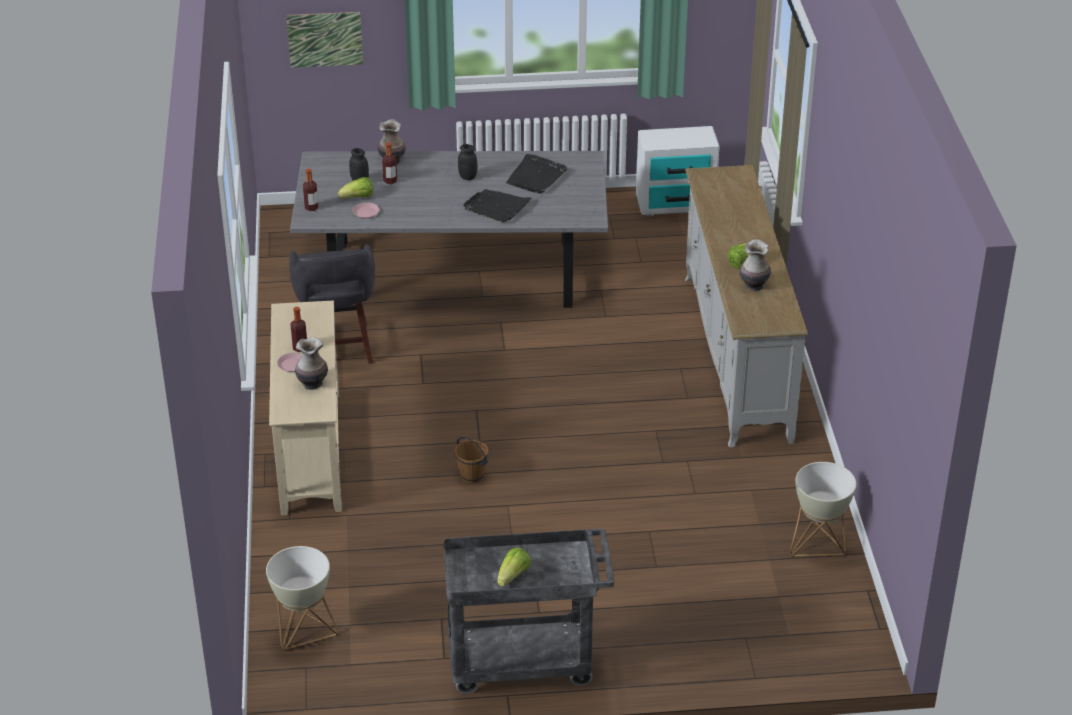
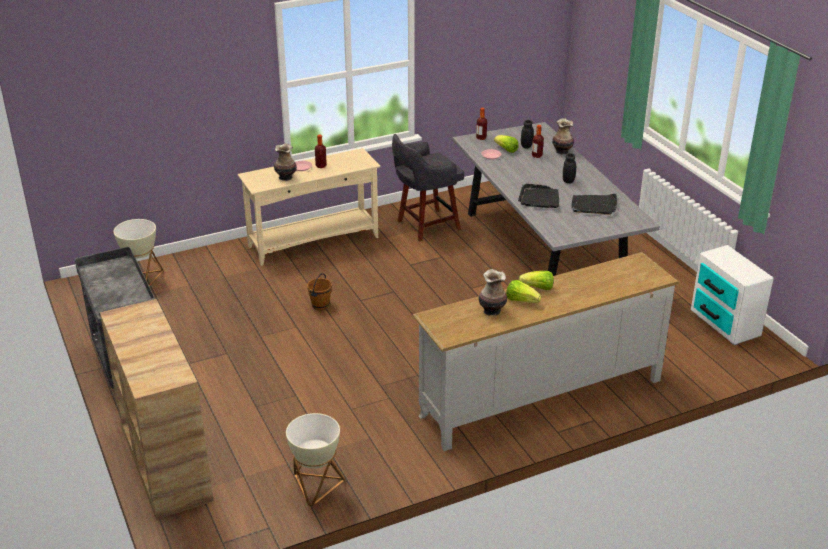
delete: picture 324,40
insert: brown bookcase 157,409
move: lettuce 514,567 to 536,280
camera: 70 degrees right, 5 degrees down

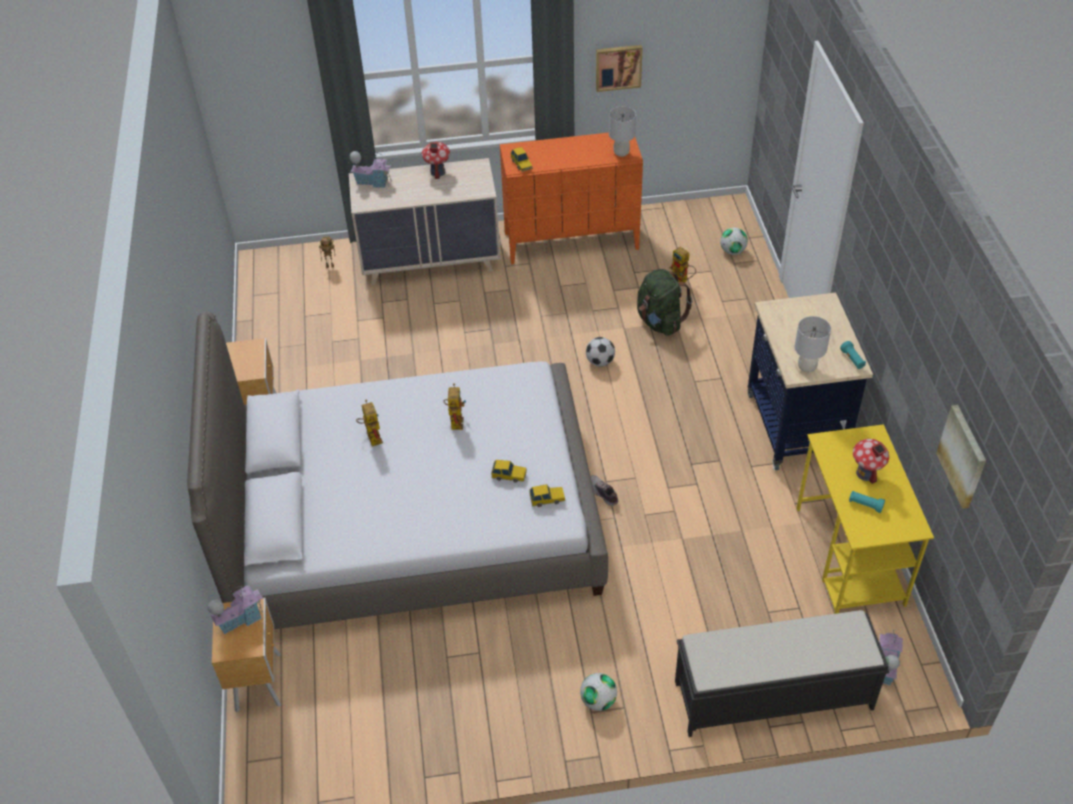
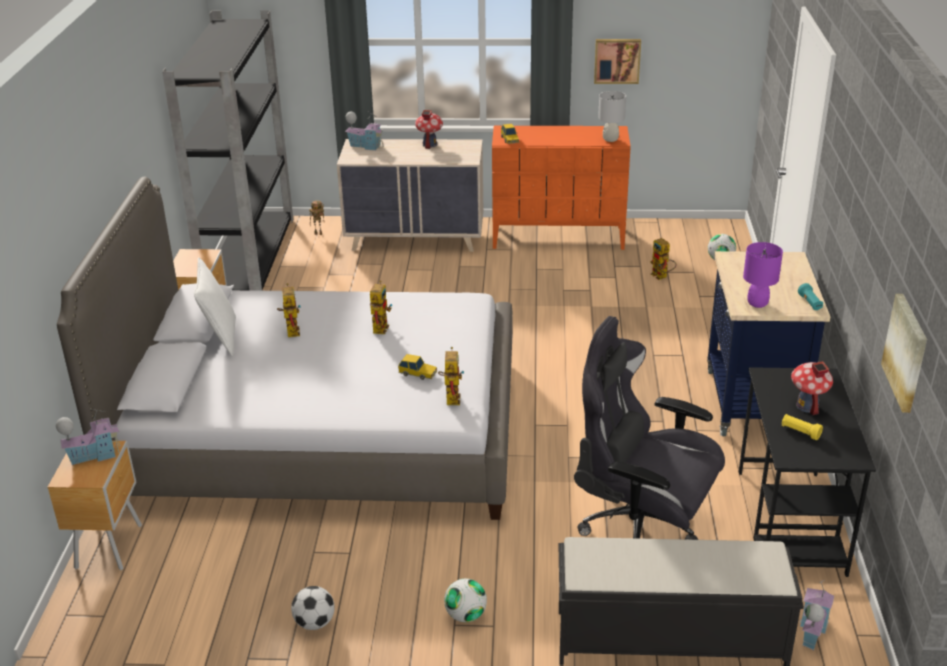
delete: low shoe 604,490; greenish backpack 665,302
insert: blackish bookcase 227,151; white cushion 215,307; blackish desk chair 649,428
move: football ball 600,352 to 313,608
replace: model car 547,495 to toy robot 451,376
recolor: greyish table lamp 813,344 to purplish table lamp 763,275; yellowish desk unit 865,519 to blackish desk unit 807,472; blue-green flashlight 867,502 to yellowish flashlight 802,427
camera: 10 degrees right, 15 degrees down

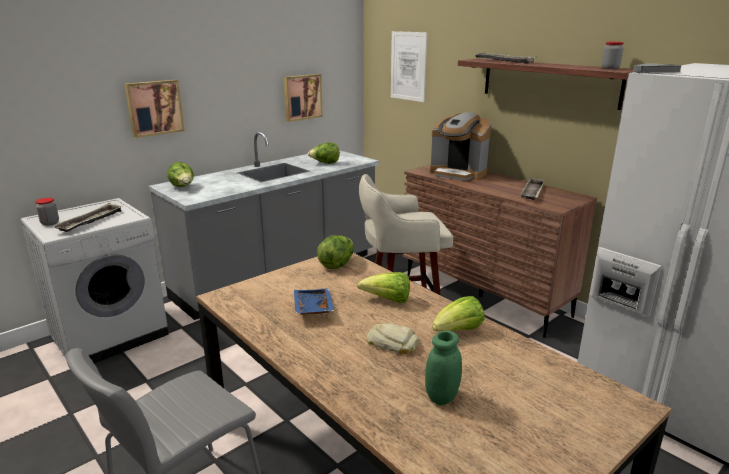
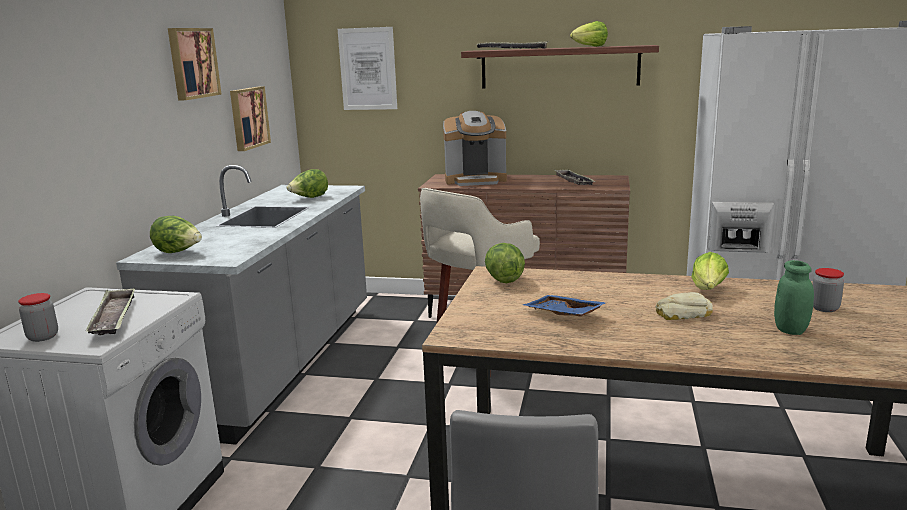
move: picture 154,109 to 195,64; lettuce 383,287 to 589,34; storage jar 613,56 to 828,290
camera: 35 degrees left, 5 degrees down

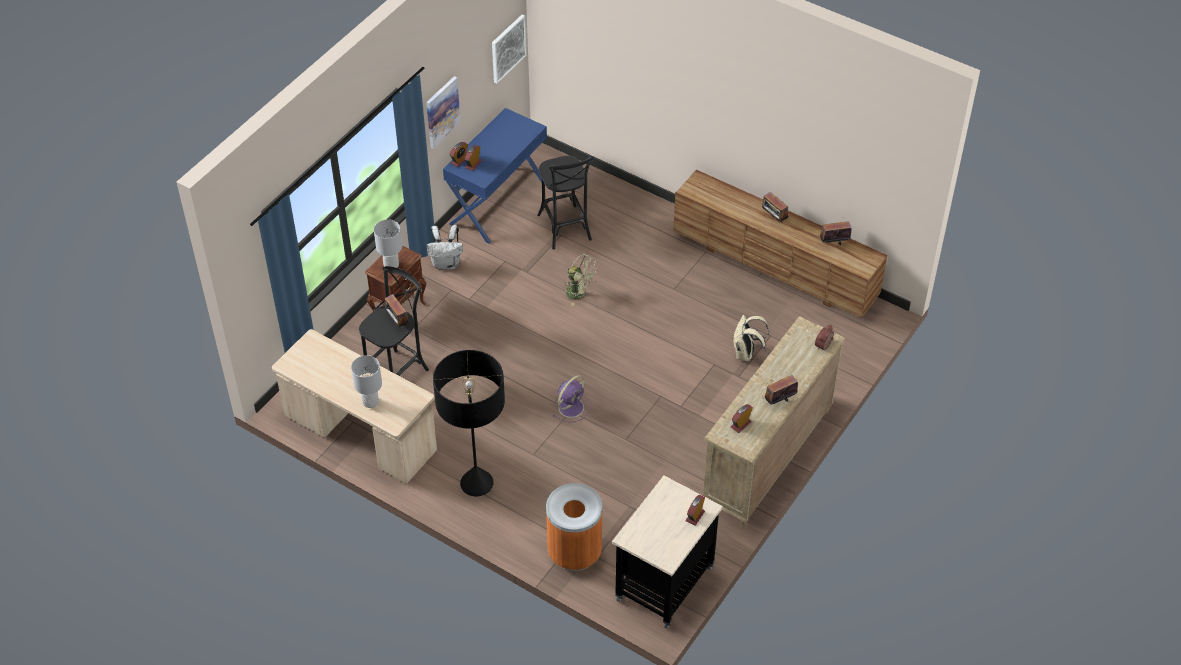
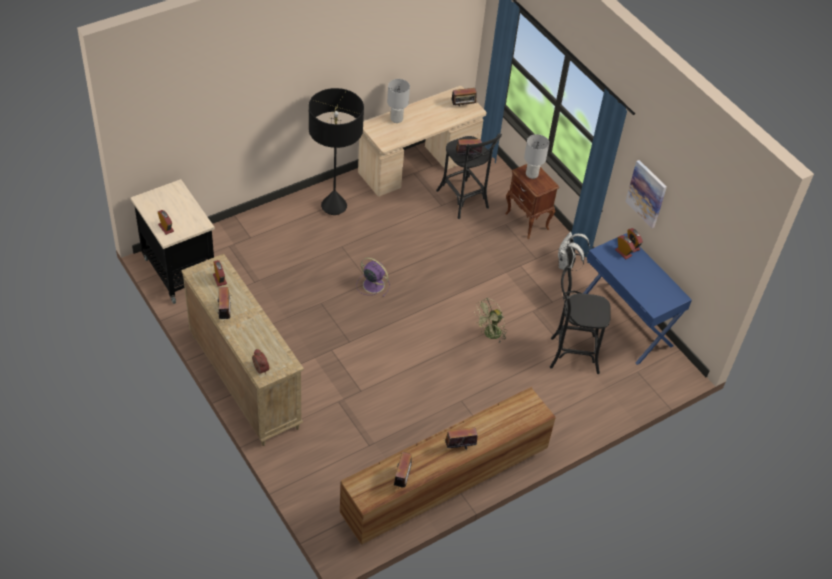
delete: picture 509,49; orange-coloured rubbish bin 574,527; beige-coloured backpack 751,338
insert: radio set 464,99
rotate: purplish fan 572,398 = 373,277 150 degrees clockwise
camera: 110 degrees right, 0 degrees up

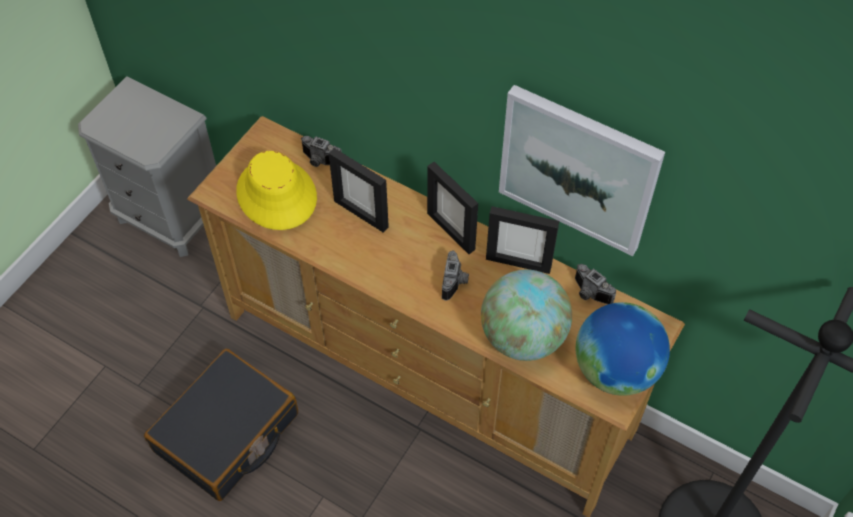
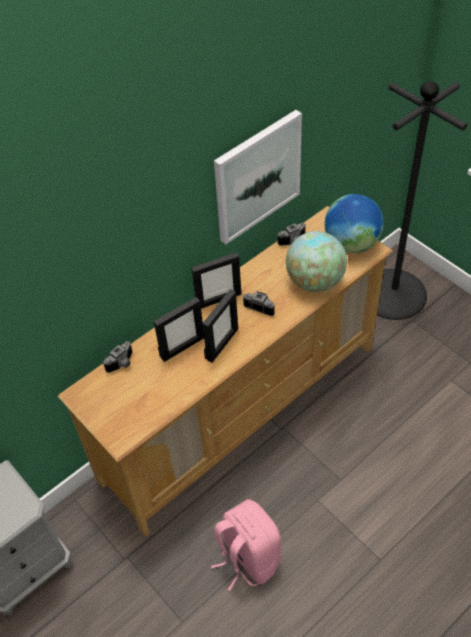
delete: yellowish clothing hat 276,190
move: standing frame 522,240 to 220,326
replace: blackish suitcase 221,425 to pinkish backpack 246,545
camera: 70 degrees left, 5 degrees down

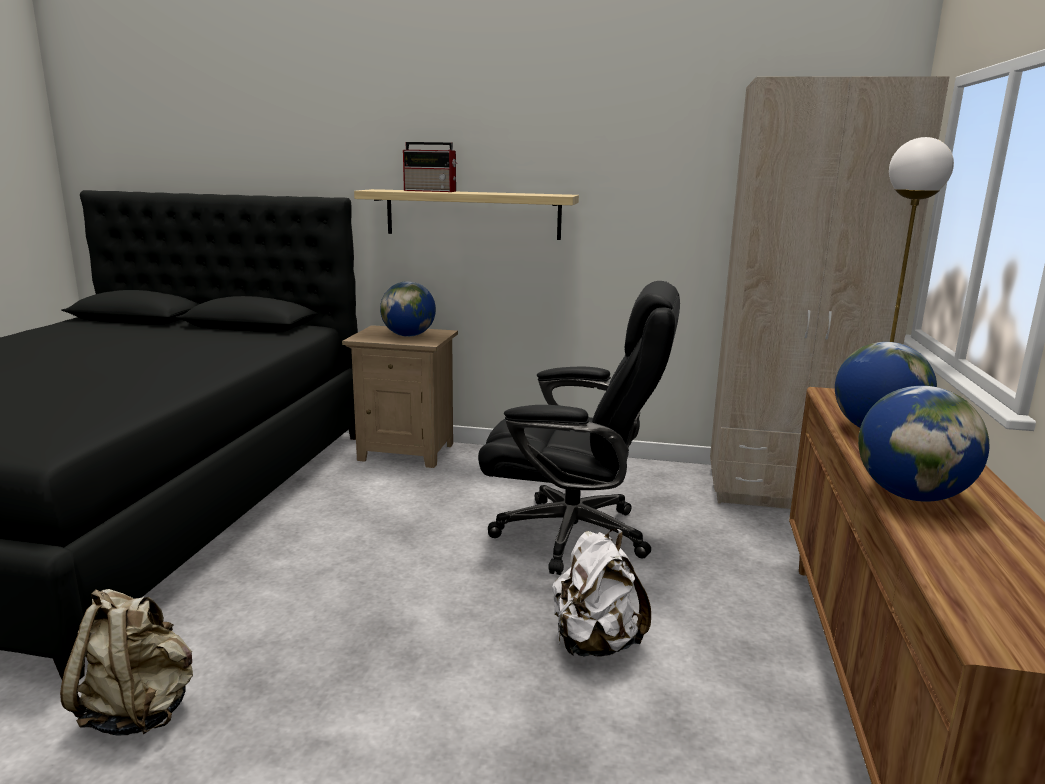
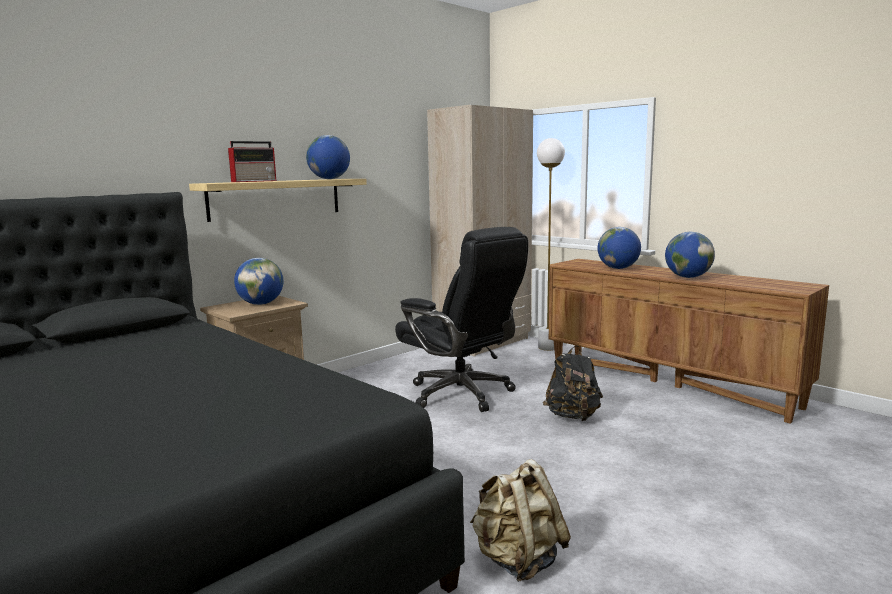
insert: globe 328,157
recolor: white backpack 601,593 to blackish backpack 573,383
rotate: blackish desk chair 579,428 = 461,319 90 degrees clockwise
camera: 55 degrees left, 5 degrees down

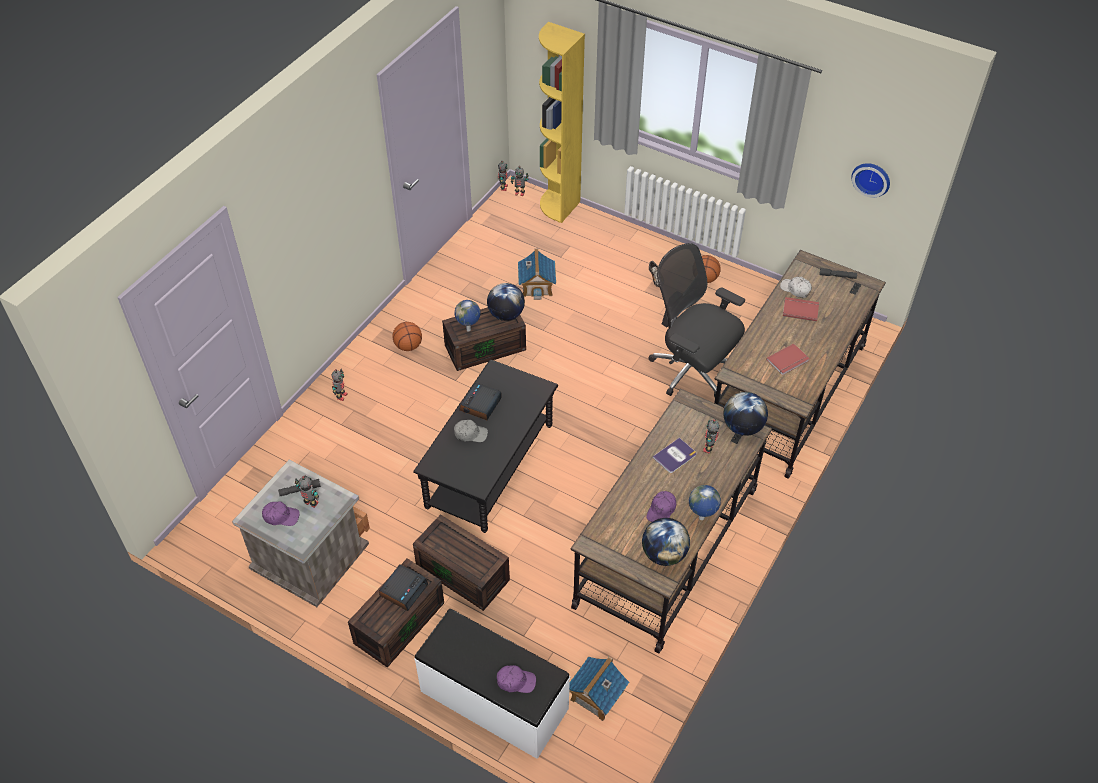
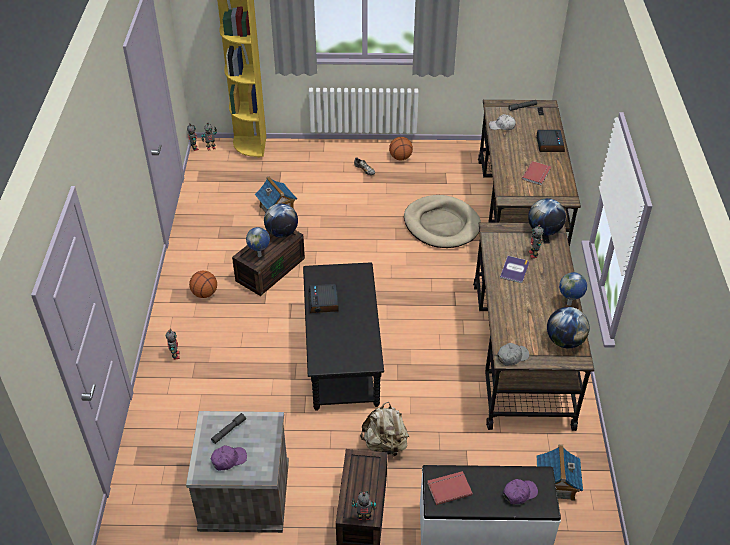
delete: purplish peaked cap 661,506; hanging clock 871,180
move: toy robot 307,492 to 363,505; bedside clock 403,587 to 551,141; greyish peaked cap 471,431 to 513,354; red-coloured volume 801,309 to 450,488
replace: brown storage container 461,562 to beige-coloured backpack 384,429; desk chair 696,320 to beige-coloured dog cushion 442,221
camera: 30 degrees left, 5 degrees down

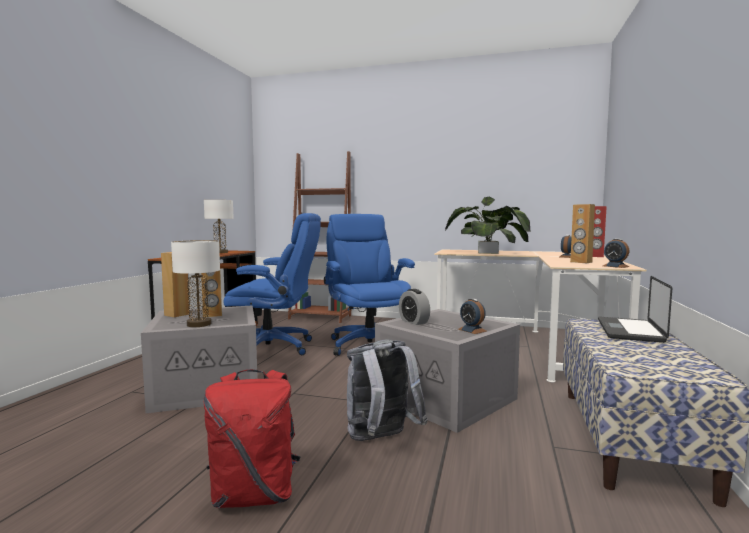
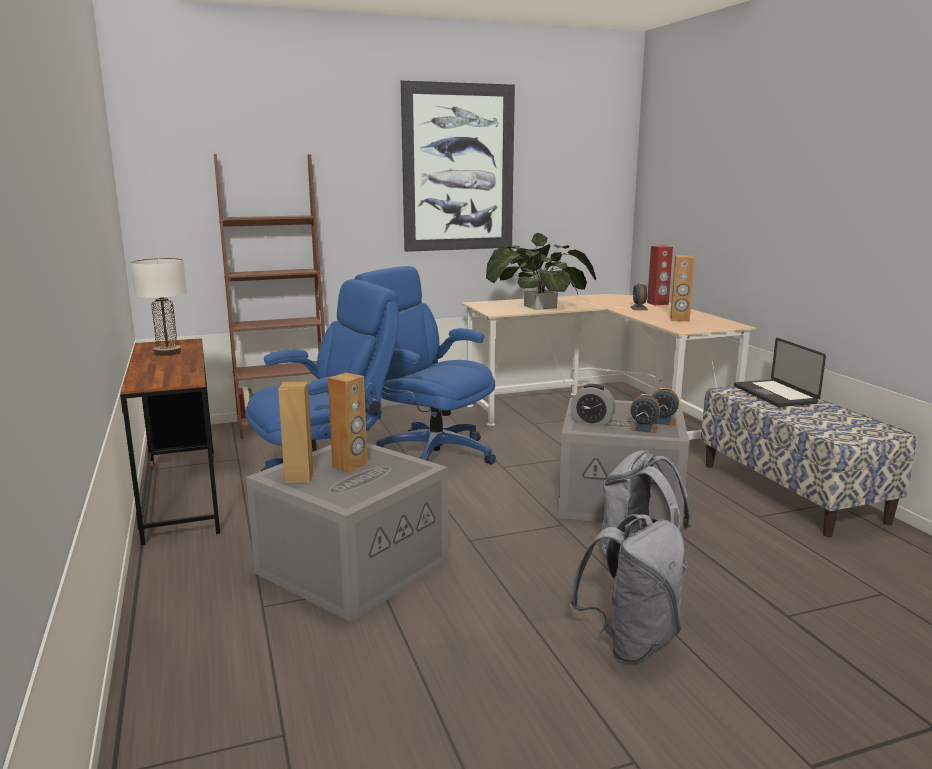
delete: table lamp 195,283
insert: picture 458,166
move: bedside clock 616,253 to 645,413
recolor: red-coloured backpack 252,439 to greyish backpack 628,588
camera: 35 degrees left, 10 degrees up

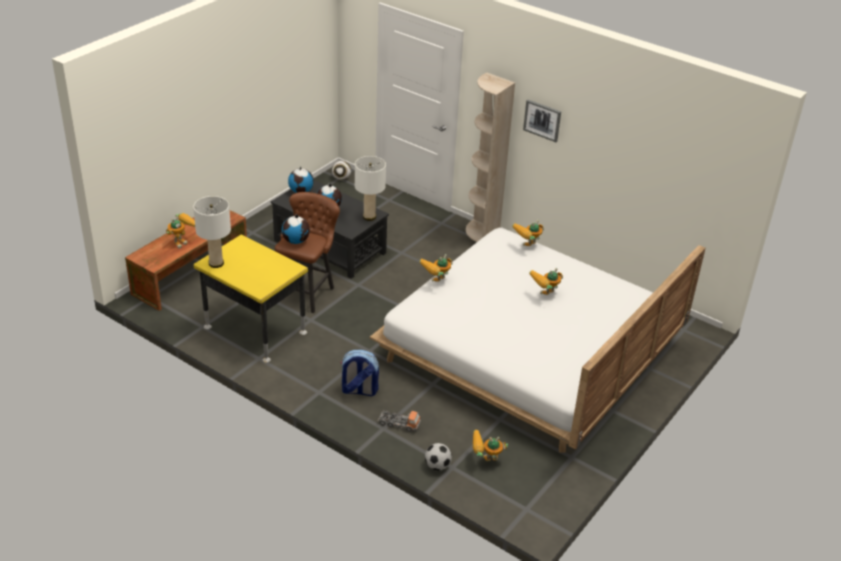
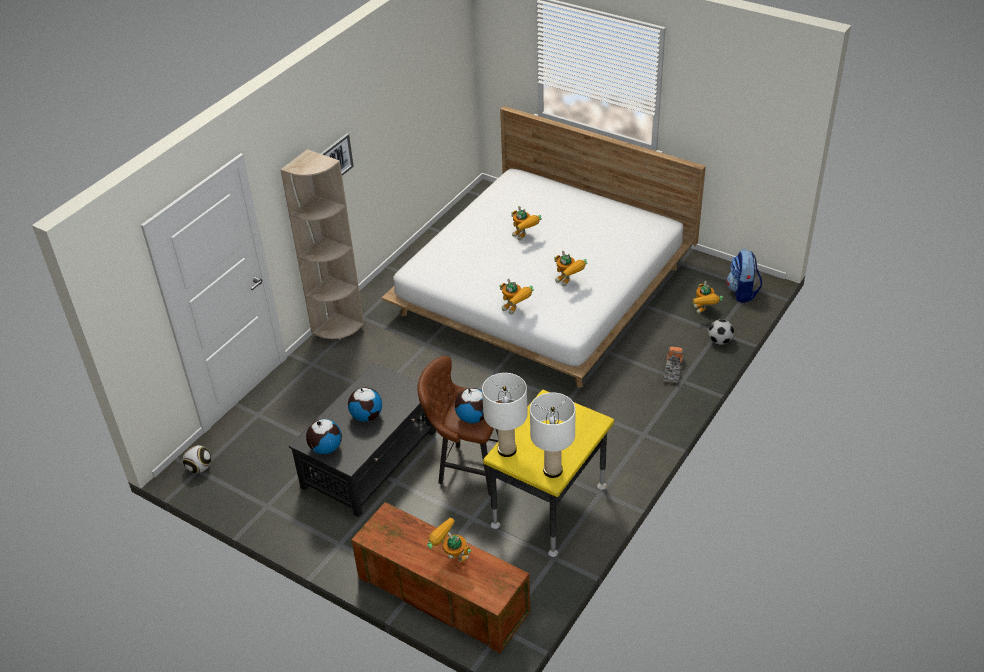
move: backpack 359,372 to 744,276; white table lamp 370,188 to 504,415; toy robot 528,233 to 570,269
camera: 90 degrees left, 5 degrees up

